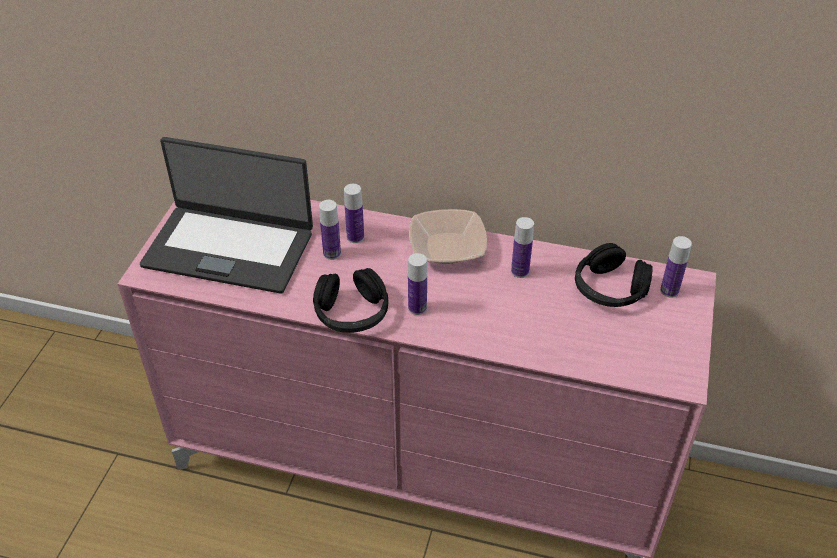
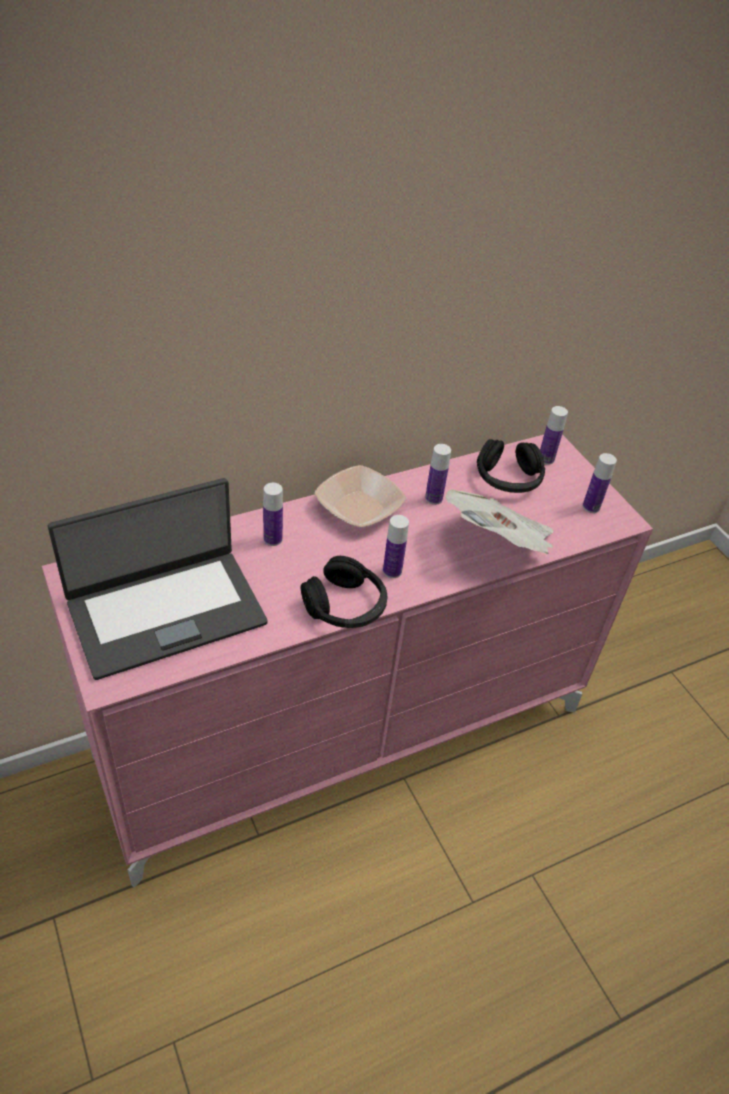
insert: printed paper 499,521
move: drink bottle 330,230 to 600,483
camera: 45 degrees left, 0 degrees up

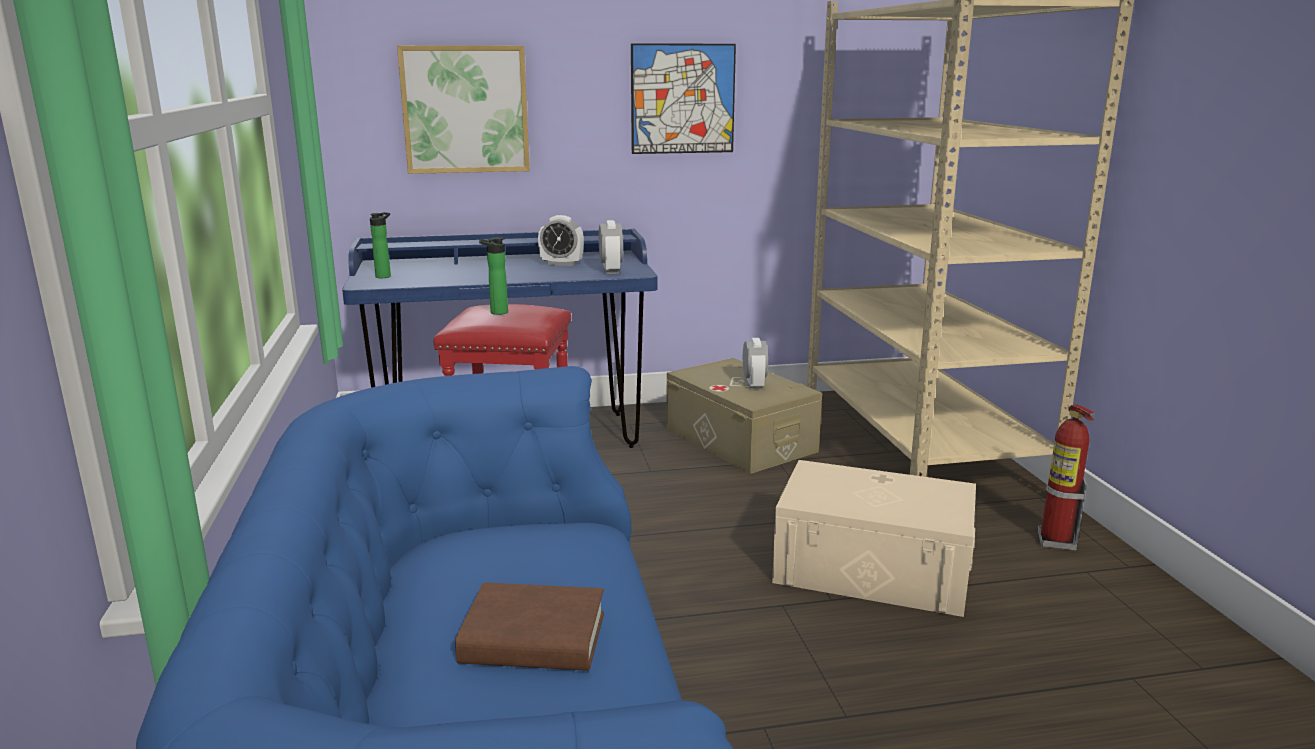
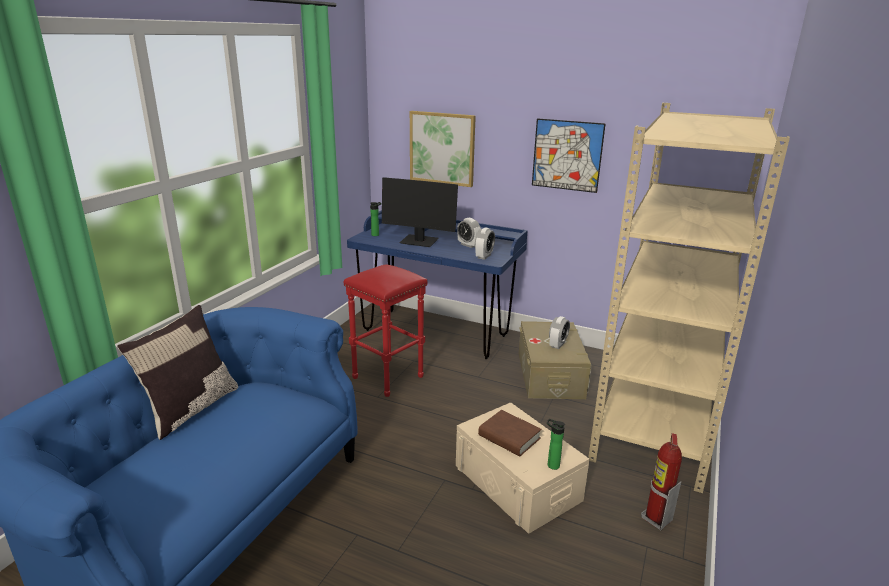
insert: cushion 177,372; computer display 420,212
move: brown volume 529,626 to 510,433; drink bottle 493,276 to 556,444
camera: 35 degrees right, 5 degrees up

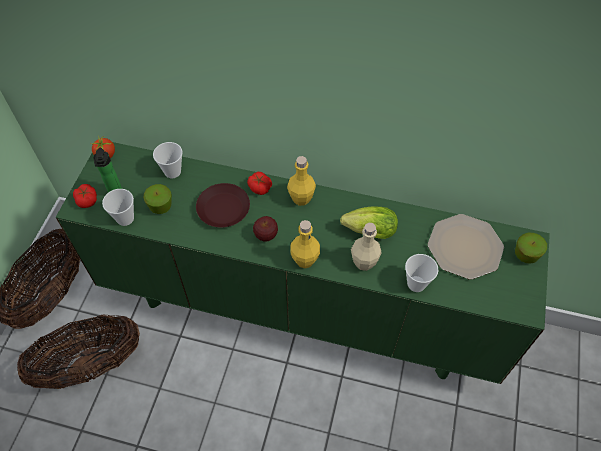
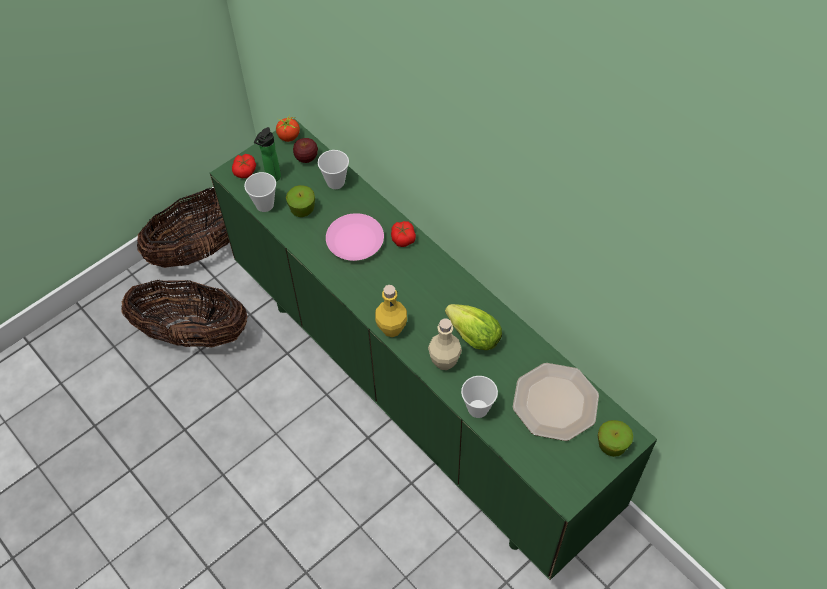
delete: yellowish drink bottle 301,181
move: apple 265,229 to 305,150
recolor: brown plate 223,205 to pinkish plate 355,237
camera: 35 degrees right, 0 degrees up

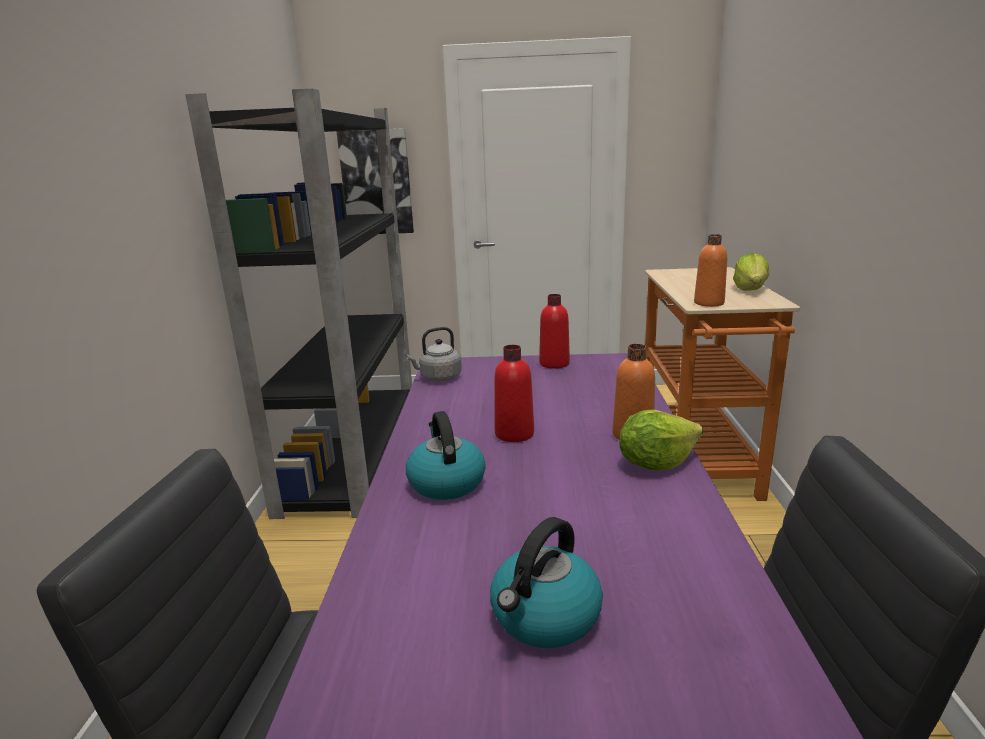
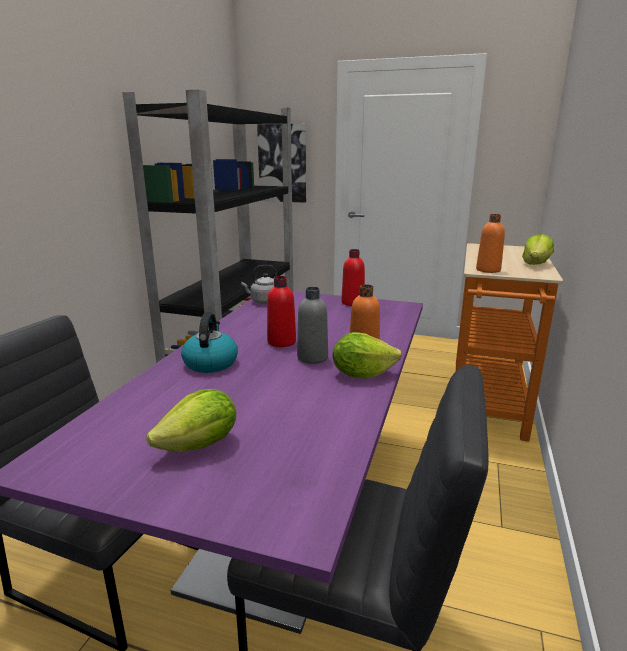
insert: greyish drink bottle 312,325
replace: tea kettle 546,582 to lettuce 191,420
camera: 15 degrees right, 0 degrees up

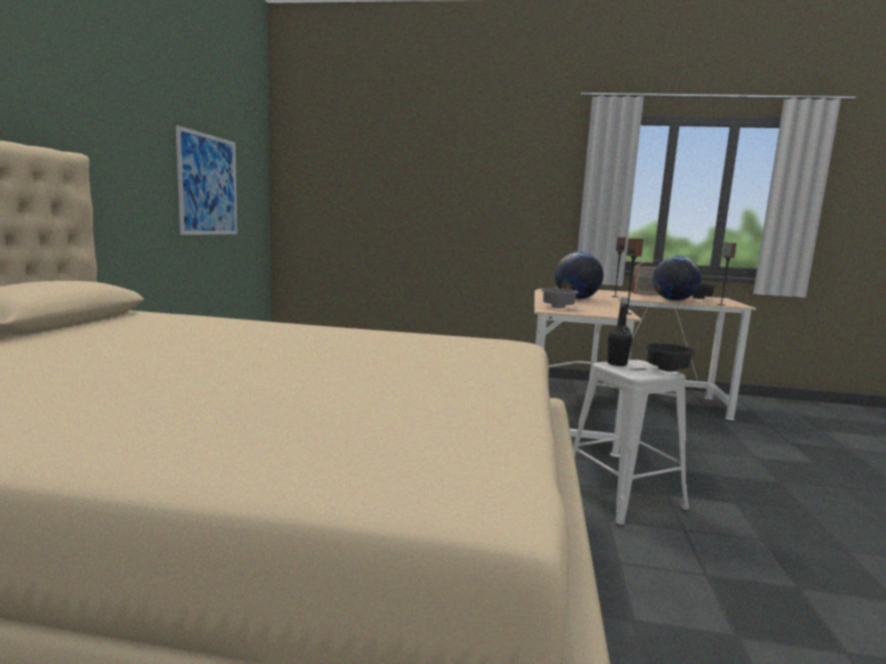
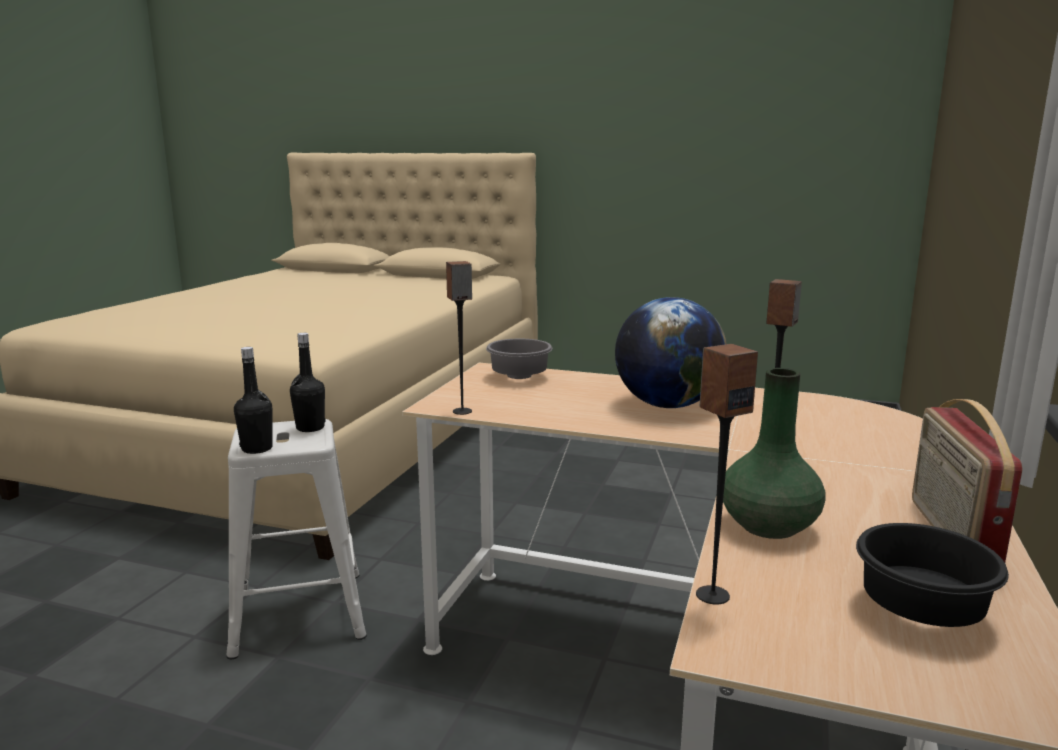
delete: picture 206,180
replace: blackish serving bowl 670,357 to blackish drink bottle 253,400; globe 677,278 to greenish vase 774,453
camera: 100 degrees right, 5 degrees up

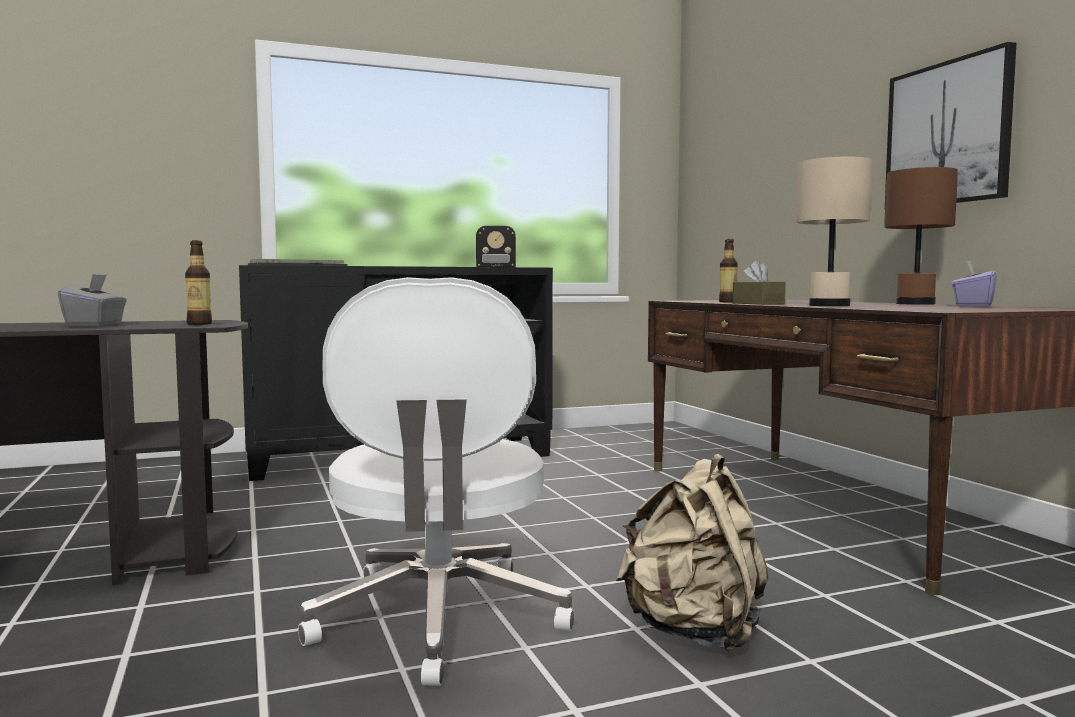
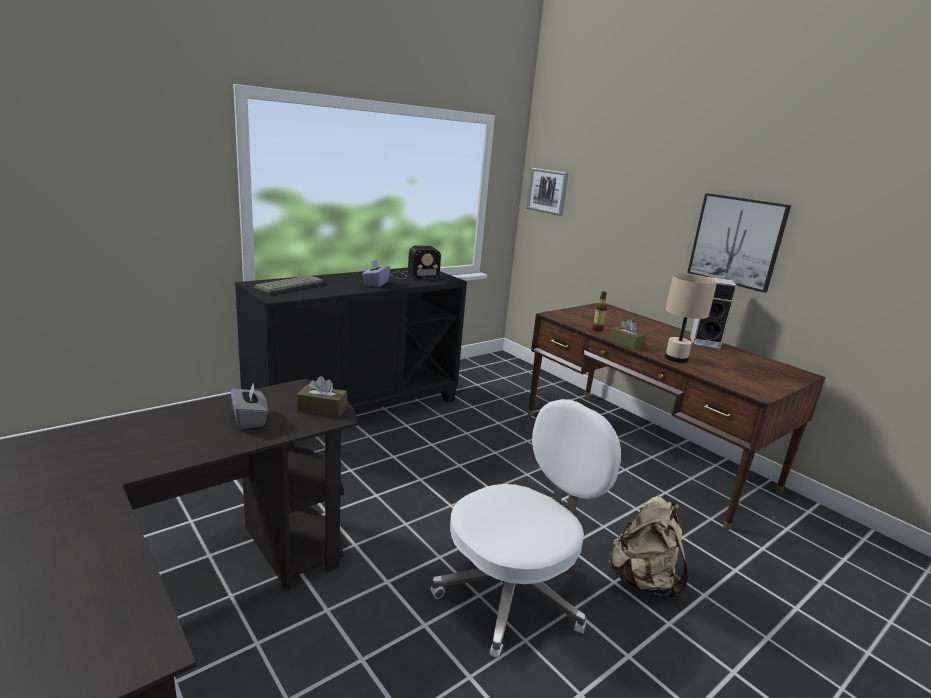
insert: picture 548,192
move: purplish tissue box 974,284 to 376,273
replace: drink bottle 198,282 to brown tissue box 322,396; brown table lamp 921,236 to audio speaker 713,313
rotate: white desk chair 436,481 = 525,529 105 degrees counterclockwise
camera: 20 degrees left, 15 degrees up

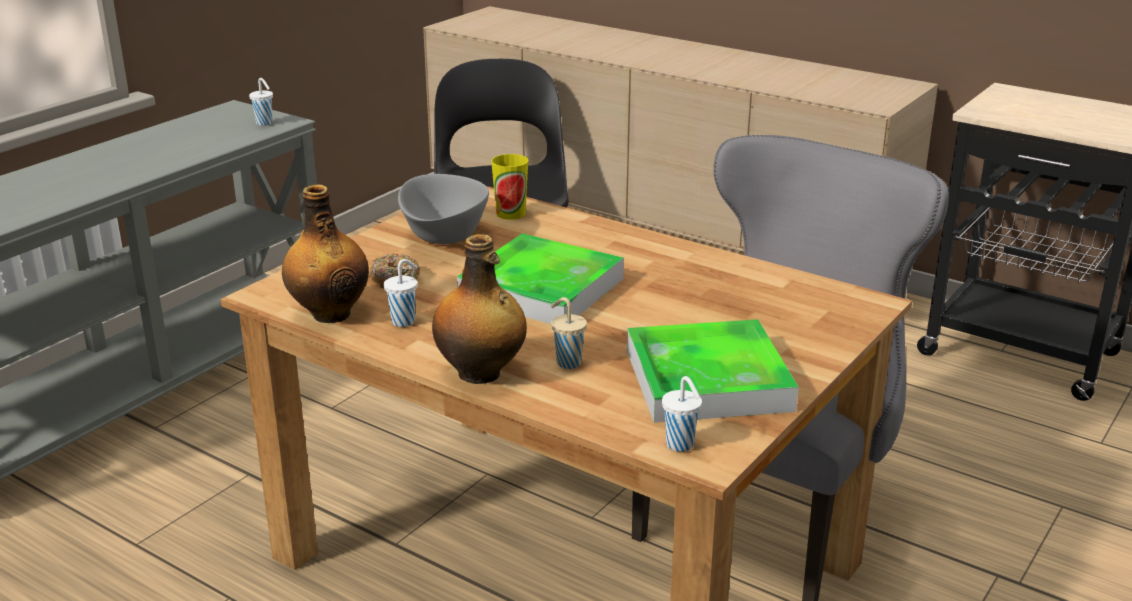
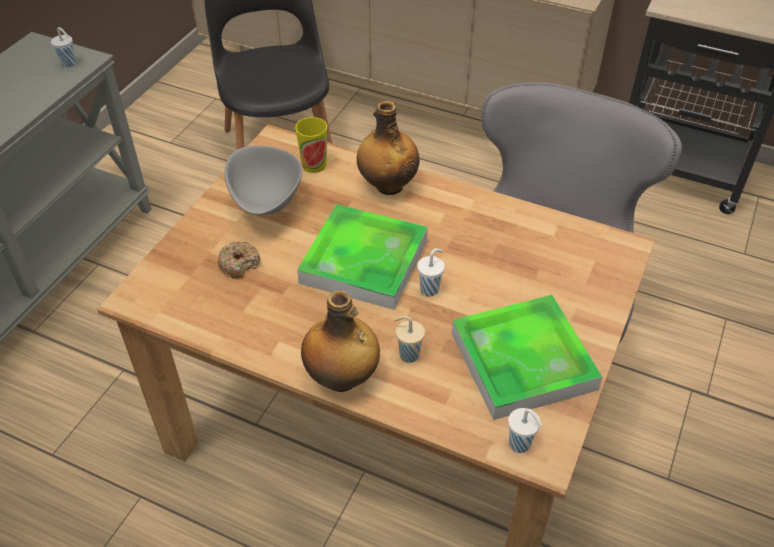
move: drink bottle 325,254 to 388,148; white small cup 401,293 to 431,272
camera: 10 degrees left, 20 degrees up

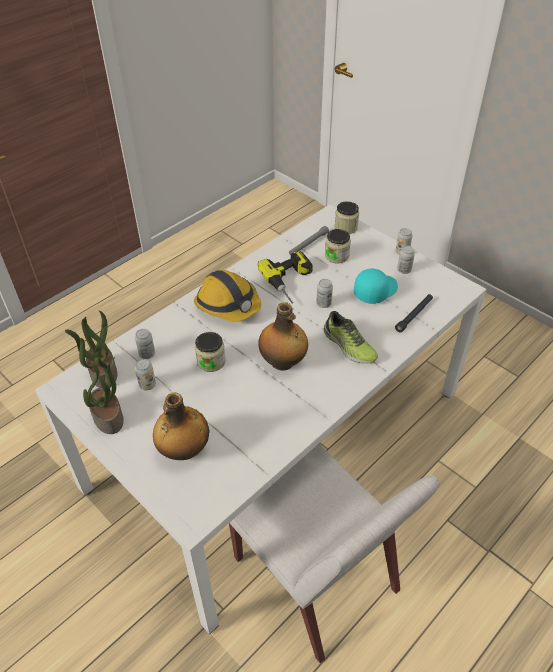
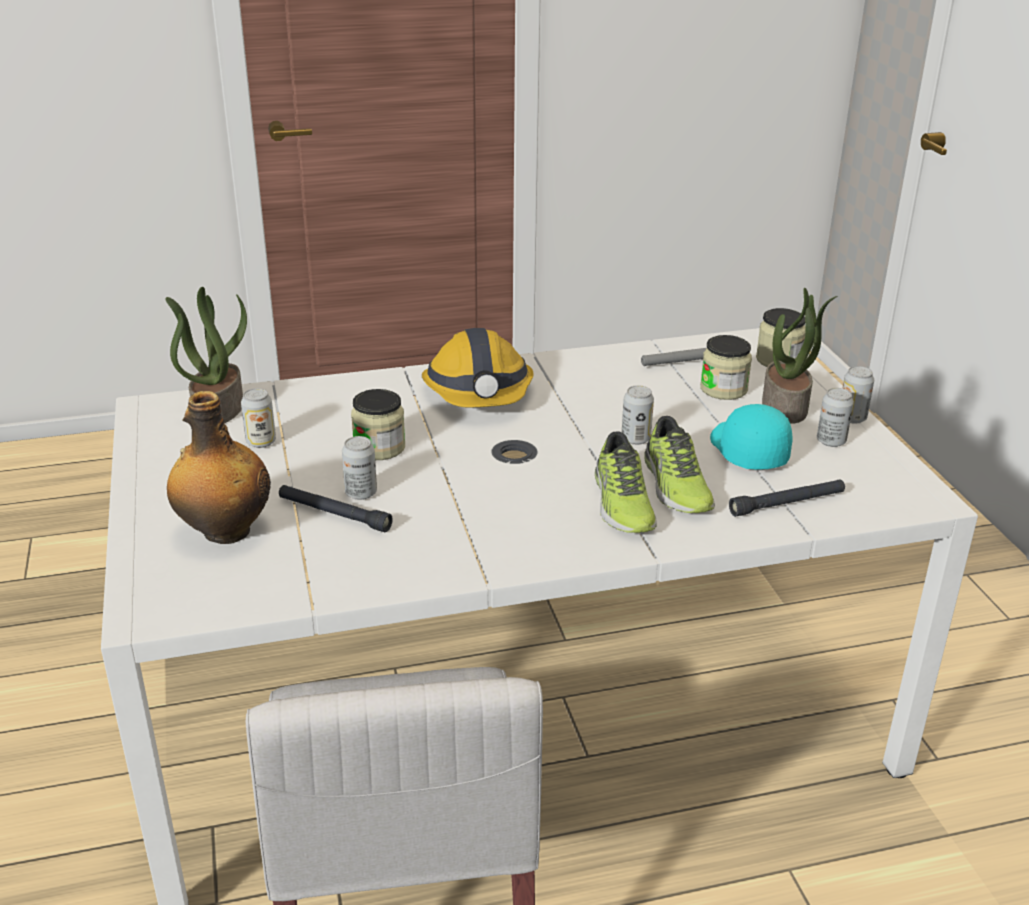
delete: power drill 285,277; drink bottle 283,336
insert: blackish flashlight 336,508; low shoe 679,464
move: plant in a pot 103,395 to 799,356; metal can 145,344 to 359,468
rotate: blue-green peaked cap 376,286 = 751,436 90 degrees counterclockwise
camera: 30 degrees right, 15 degrees down

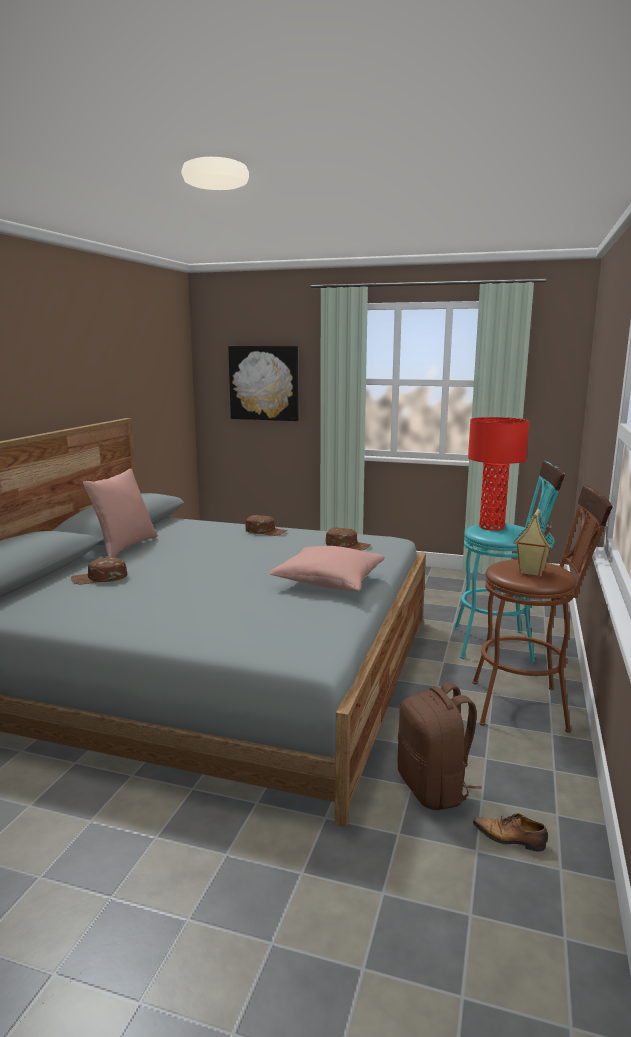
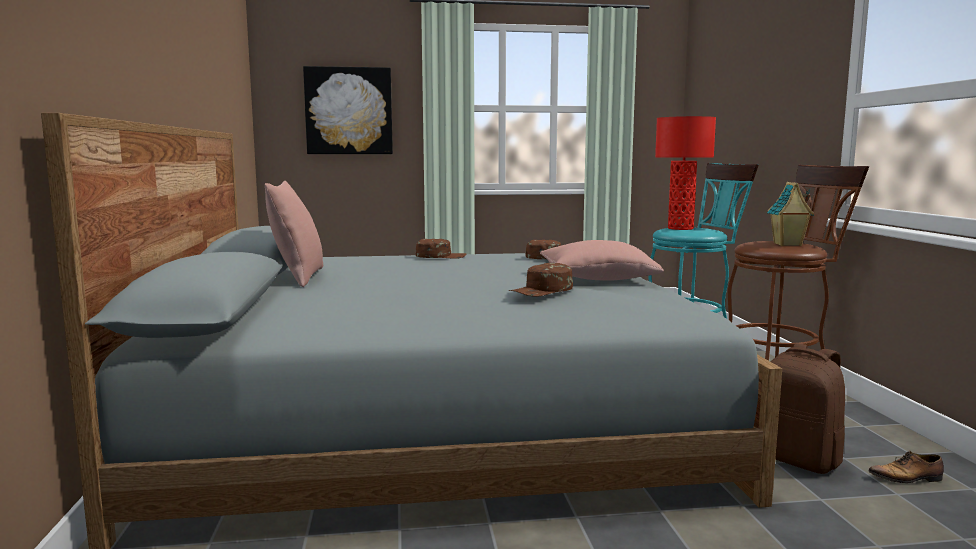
move: brown peaked cap 99,570 to 541,280
camera: 25 degrees left, 5 degrees down

